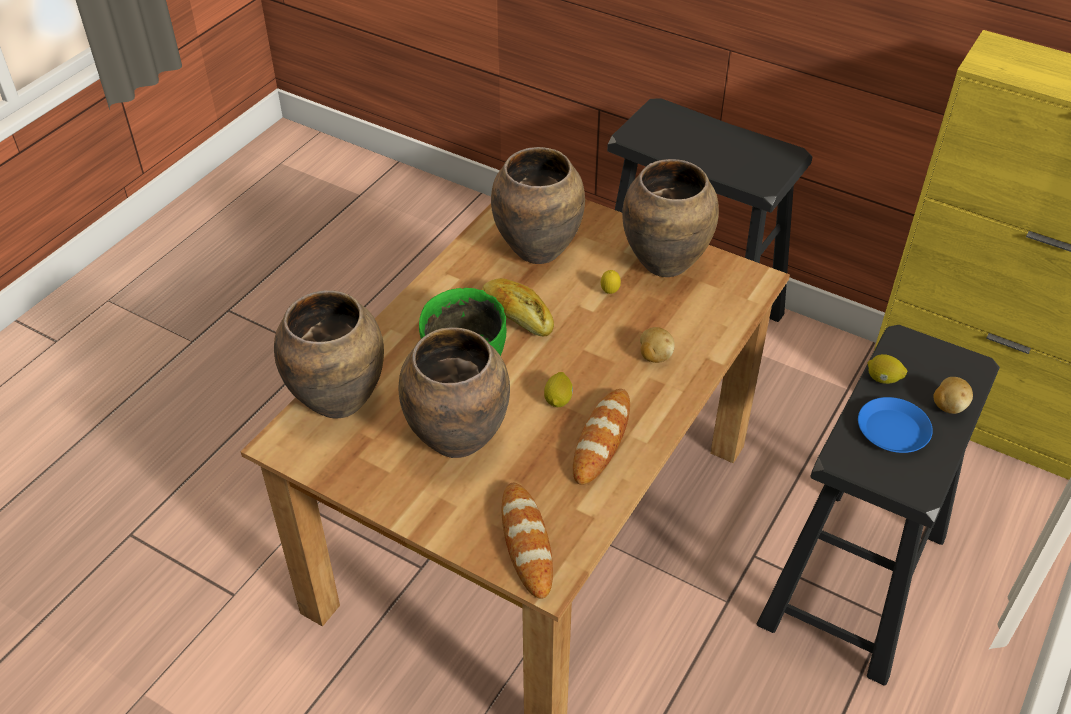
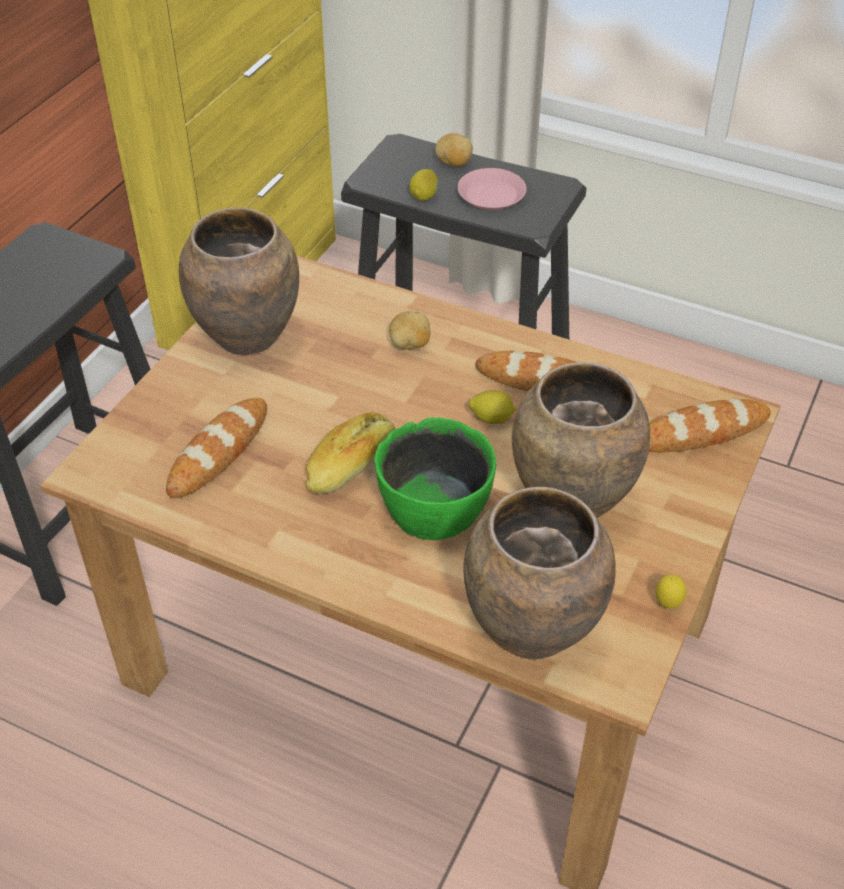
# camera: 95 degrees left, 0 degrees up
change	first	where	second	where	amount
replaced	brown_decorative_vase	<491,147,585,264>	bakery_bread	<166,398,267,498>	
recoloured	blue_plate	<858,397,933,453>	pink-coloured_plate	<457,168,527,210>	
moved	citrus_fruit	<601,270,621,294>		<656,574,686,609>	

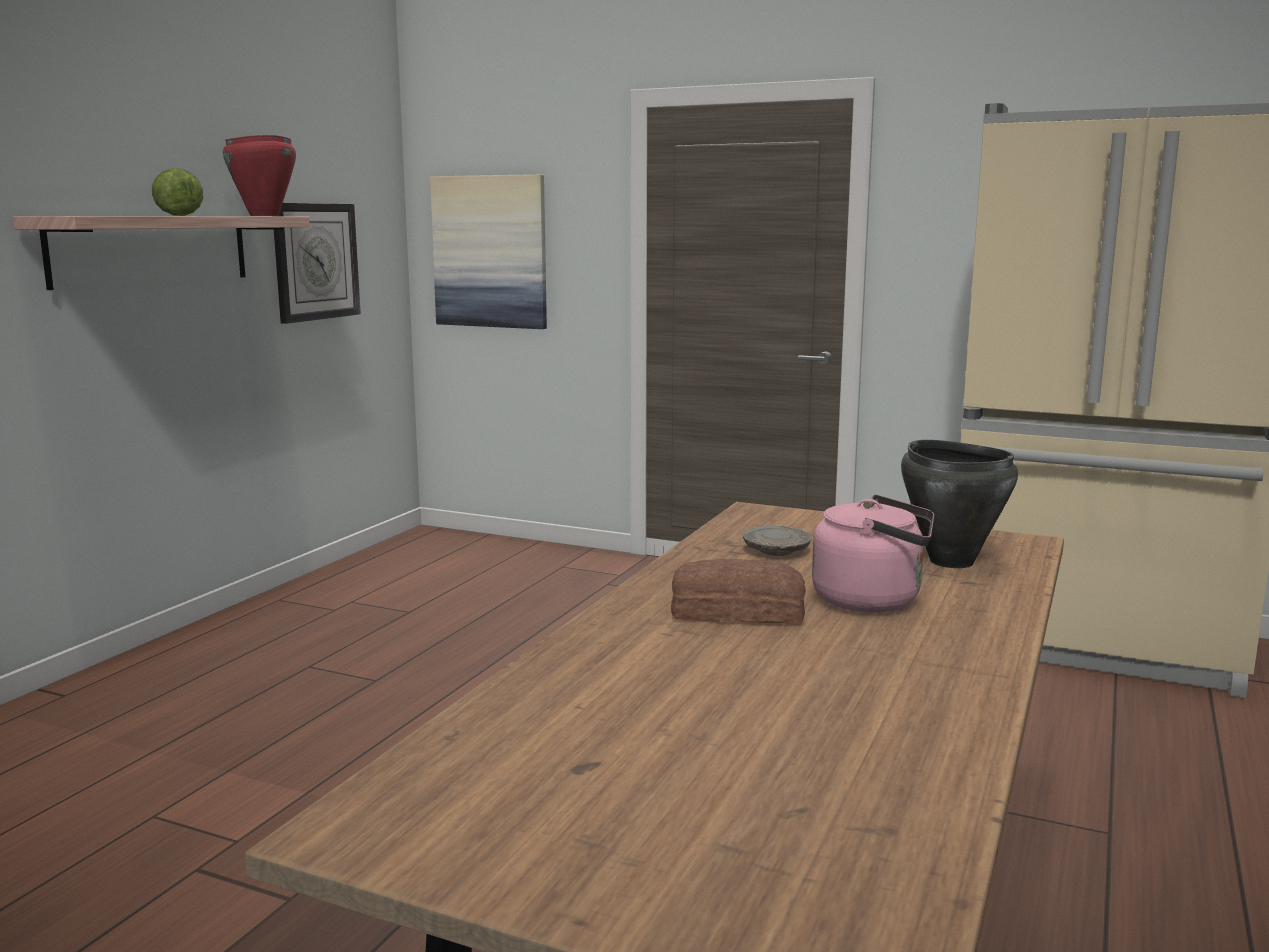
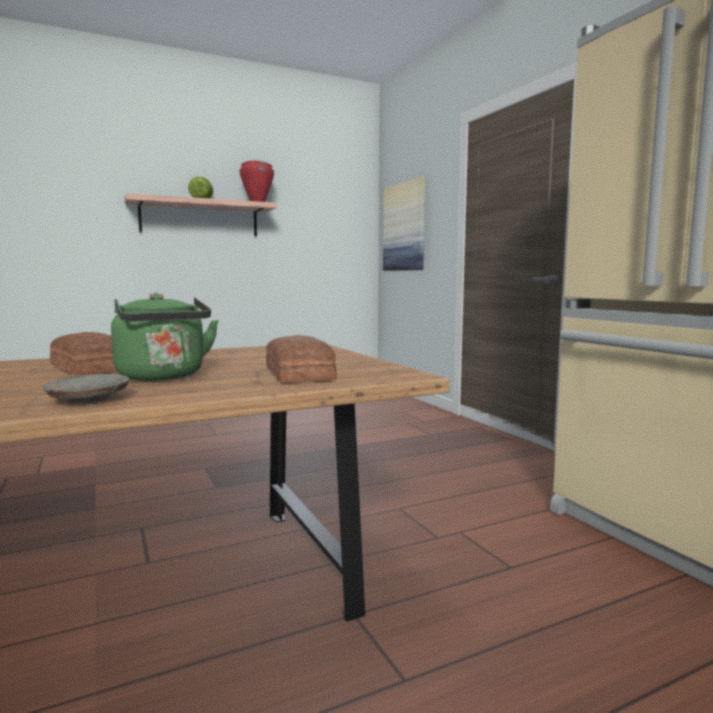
# camera: 40 degrees right, 5 degrees down
change	first	where	second	where	amount
moved	greyish_plate	<743,526,812,556>		<43,374,129,404>	
recoloured	pink-coloured_tea_kettle	<812,494,934,613>	green-coloured_tea_kettle	<111,293,219,381>	
replaced	black_stockpot	<901,440,1018,568>	bakery_bread	<266,335,337,383>	
removed	wall_clock	<273,203,361,324>			

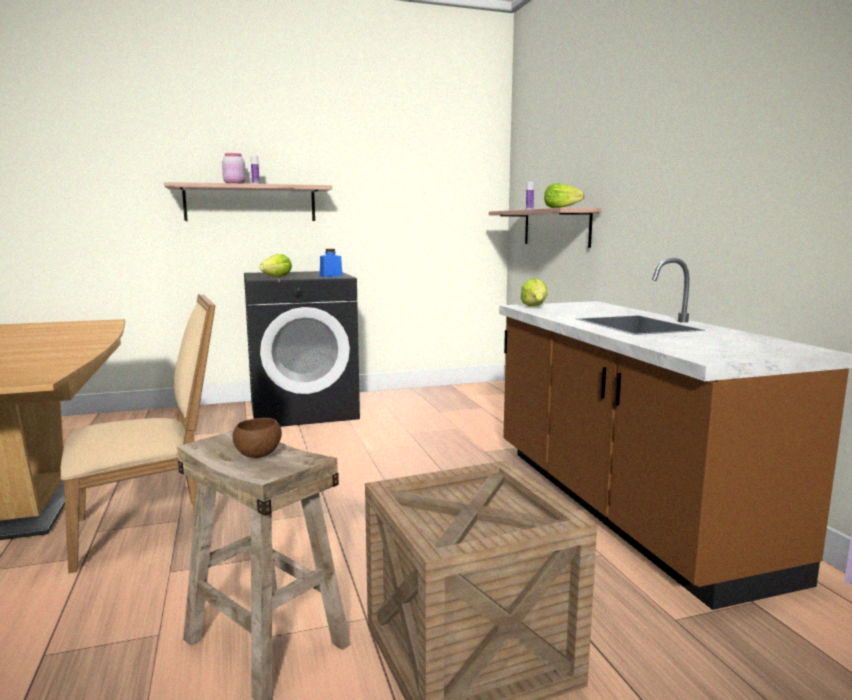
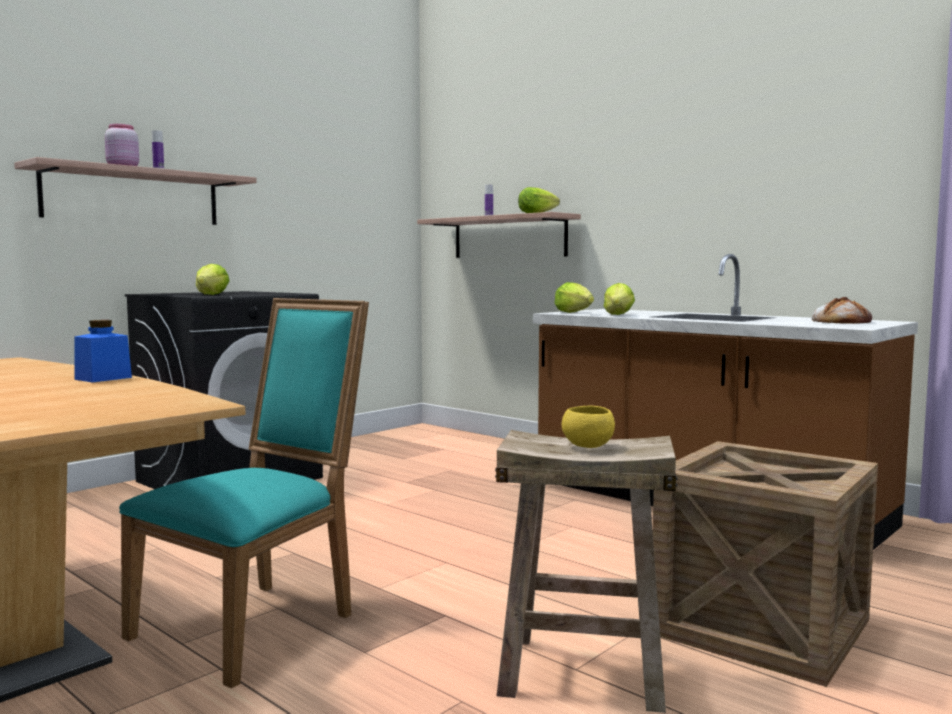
# camera: 30 degrees left, 5 degrees down
change	first	where	second	where	amount
moved	blue_storage_jar	<320,249,343,277>		<74,320,132,382>	
recoloured	beige_upright_chair	<60,294,216,574>	turquoise-coloured_upright_chair	<119,298,369,688>	
recoloured	brown_bowl	<233,418,282,458>	yellow-coloured_bowl	<562,406,615,448>	
added			lettuce_head	<604,283,635,315>	
added			bakery_bread	<812,297,872,324>	

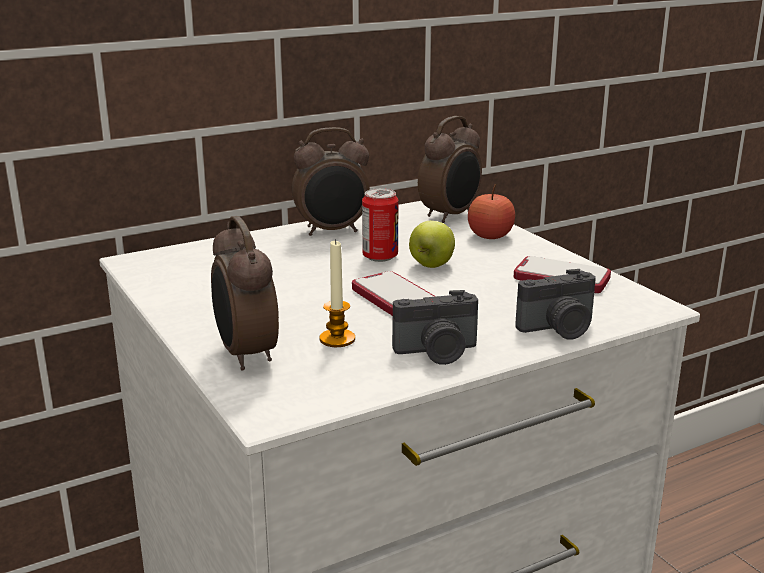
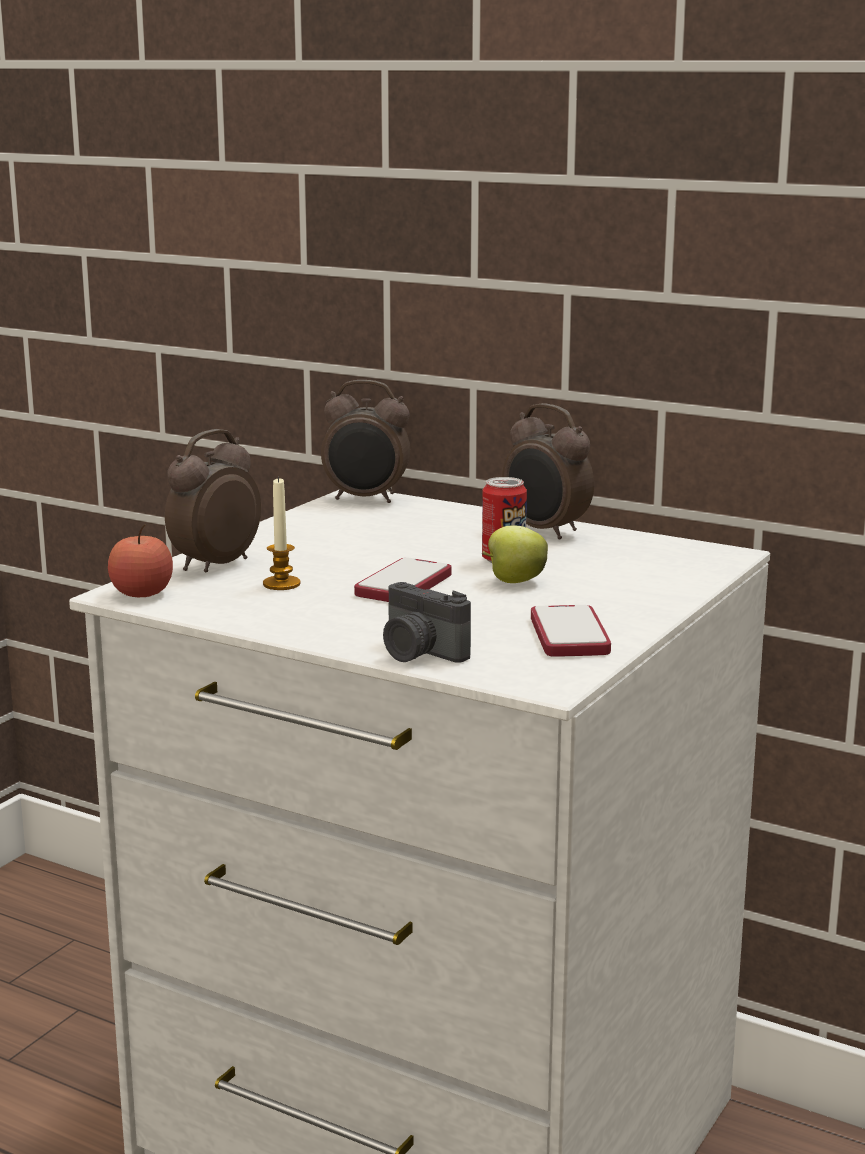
# camera: 60 degrees right, 5 degrees down
change	first	where	second	where	amount
moved	whole_apple	<468,184,515,239>		<108,524,173,597>	
moved	bedside_clock	<418,116,482,223>		<321,380,410,503>	
removed	still_camera	<392,290,478,365>			

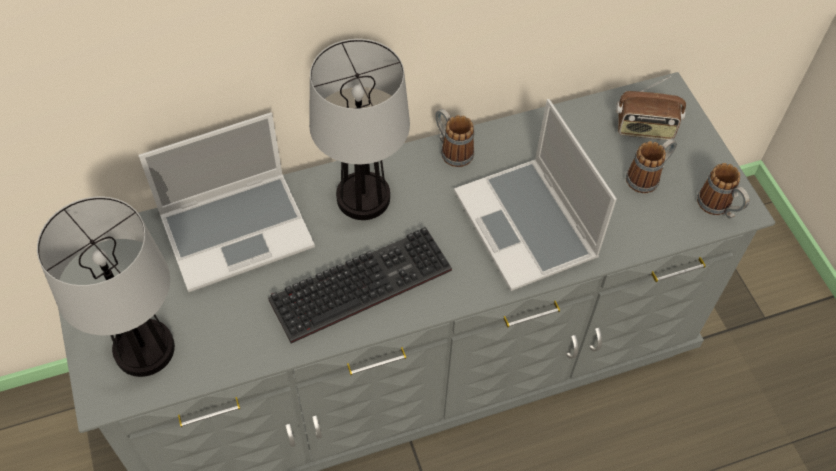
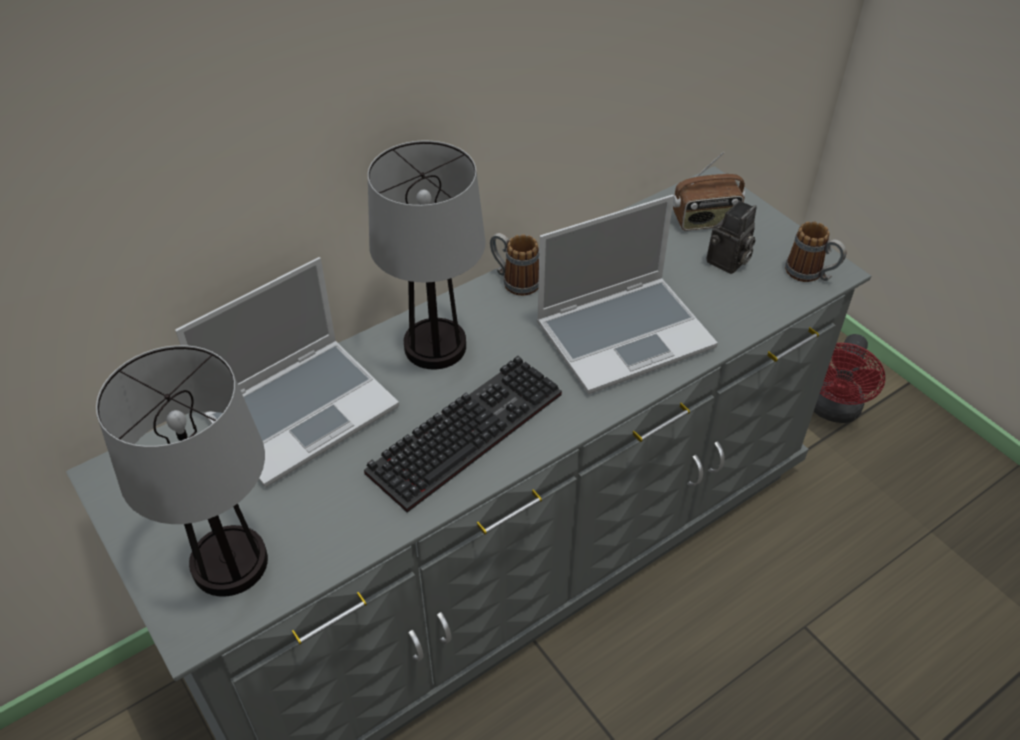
# camera: 15 degrees left, 10 degrees down
change	first	where	second	where	amount
turned	portable_computer	<454,99,617,291>		<537,195,718,394>	75 degrees counterclockwise
replaced	tea_mug	<626,139,677,193>	still_camera	<706,201,757,274>	
added			red-coloured_cooling_fan	<814,334,885,423>	

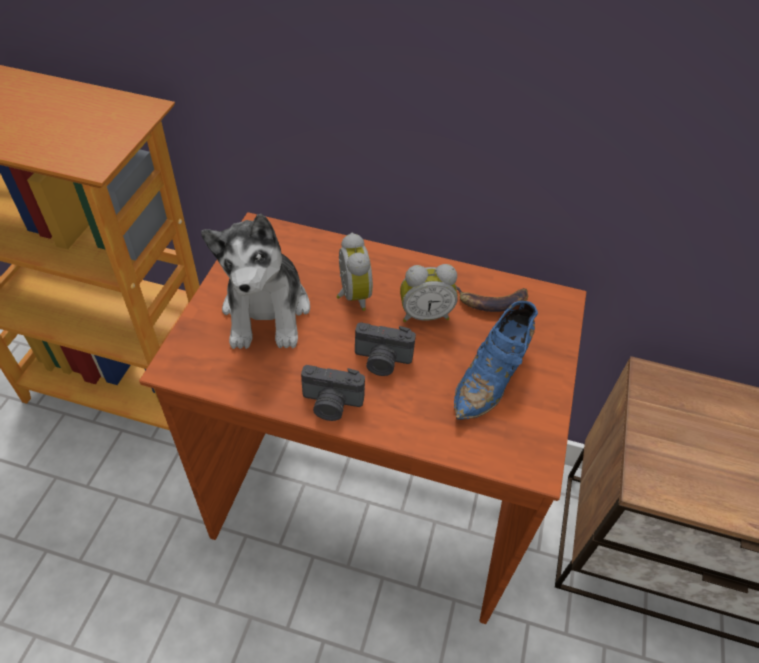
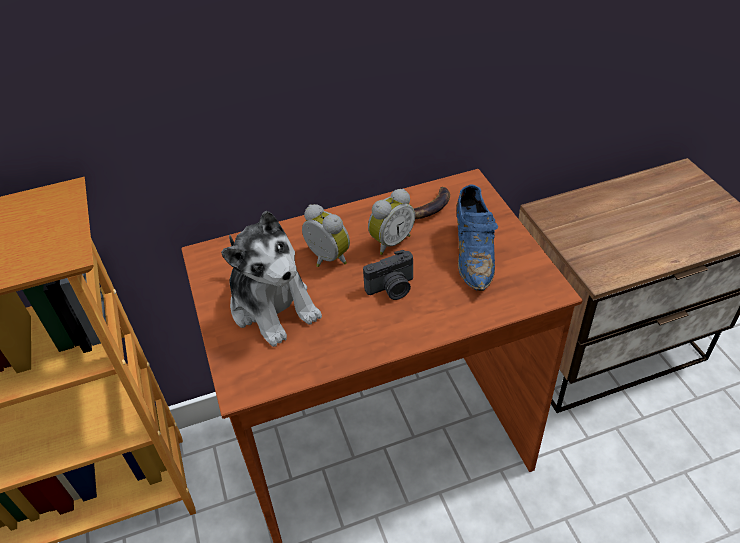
# camera: 30 degrees left, 5 degrees down
change	first	where	second	where	amount
removed	still_camera	<301,365,365,421>			

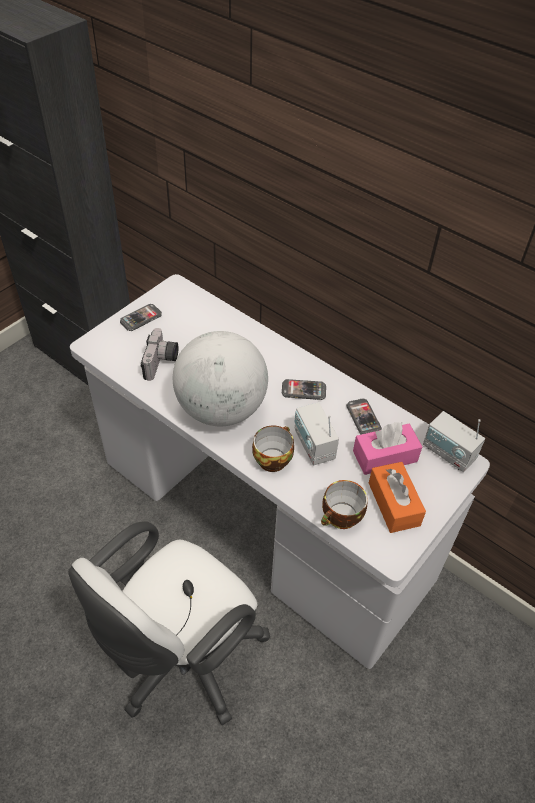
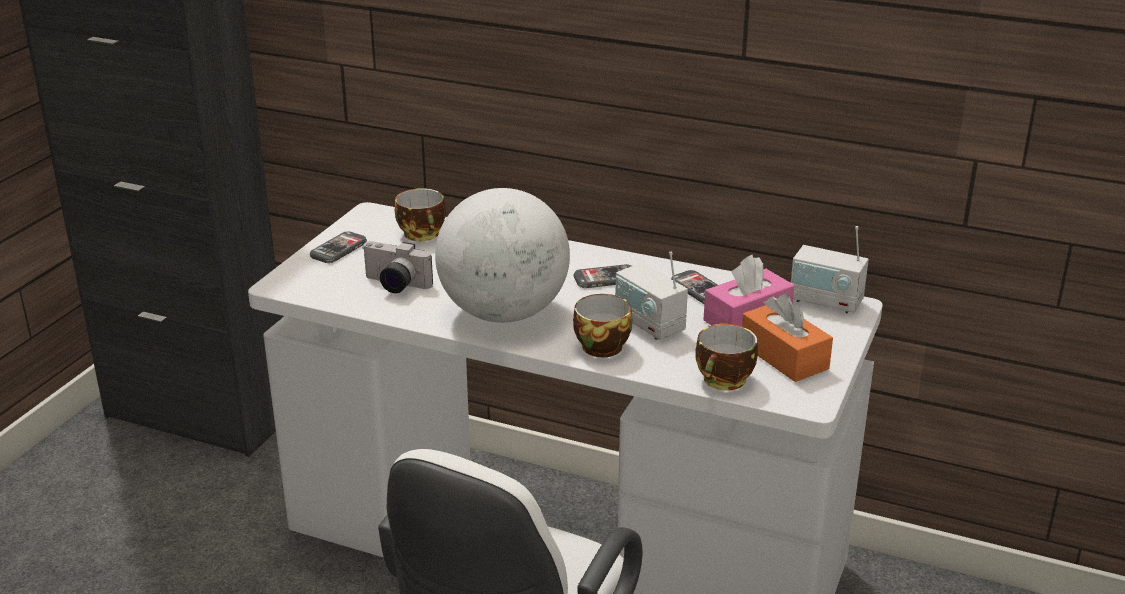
# camera: 15 degrees left, 20 degrees down
change	first	where	second	where	amount
turned	still_camera	<141,328,178,381>		<362,241,433,293>	120 degrees clockwise
added			small_cup	<395,188,446,241>	

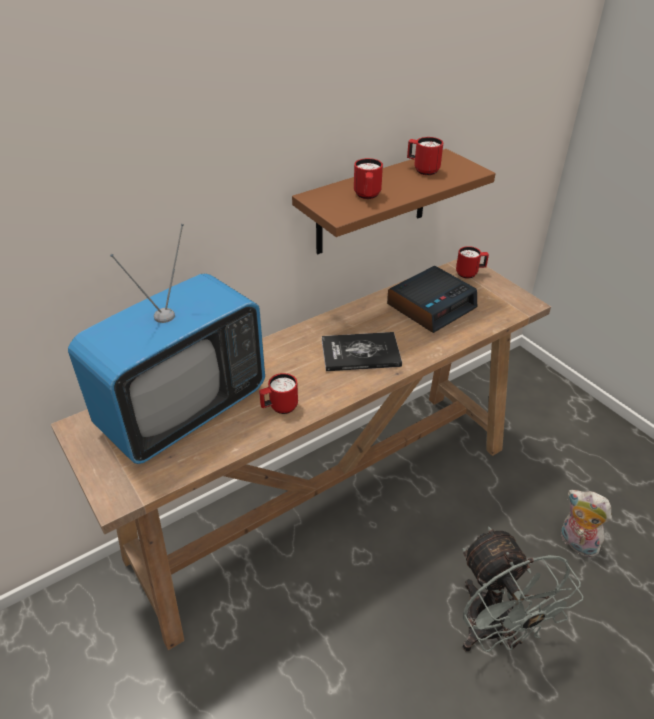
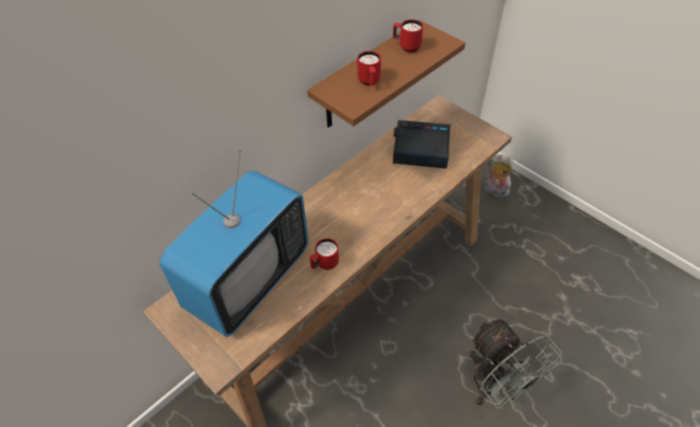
# camera: 10 degrees left, 10 degrees up
change	first	where	second	where	amount
turned	bedside_clock	<387,266,477,333>		<393,120,450,169>	120 degrees counterclockwise
moved	cuddly_toy	<561,490,612,557>		<485,154,514,197>	
removed	book	<322,332,402,371>			
removed	red-coloured_tea_mug	<456,246,489,279>			

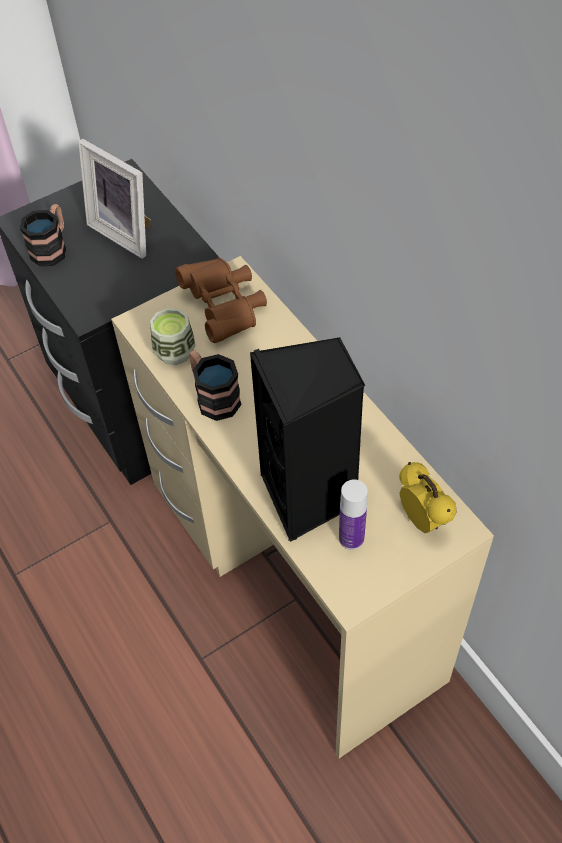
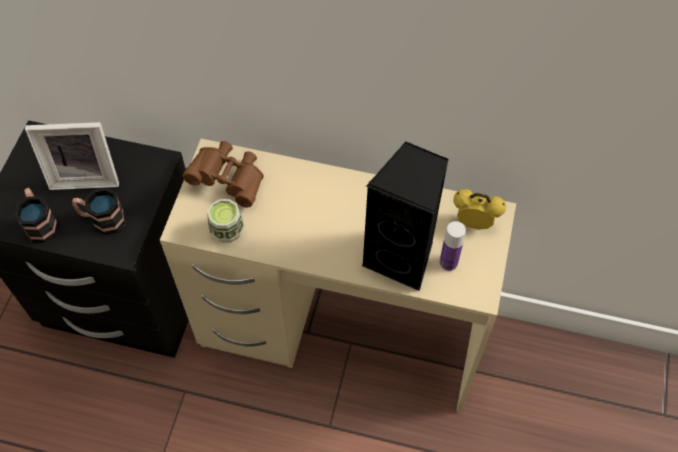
# camera: 45 degrees left, 5 degrees up
change	first	where	second	where	amount
moved	tea_mug	<189,350,242,421>		<72,187,126,235>	

